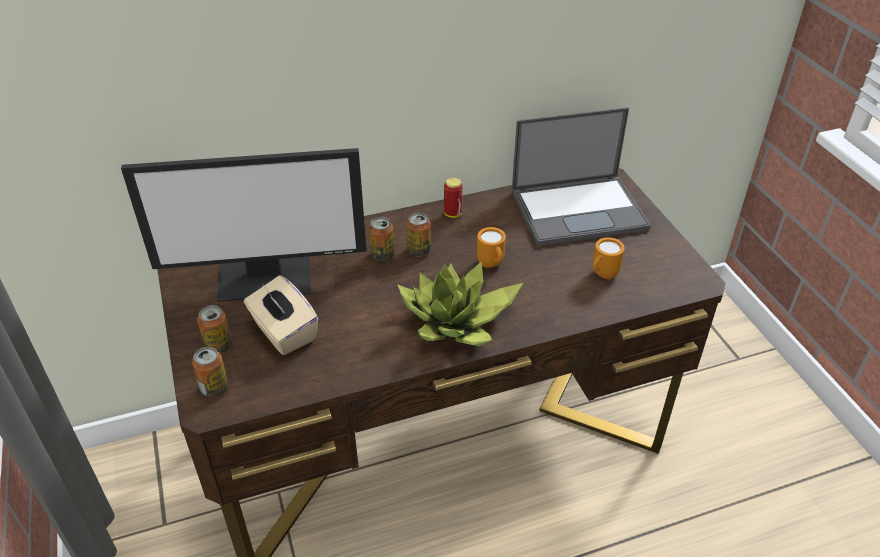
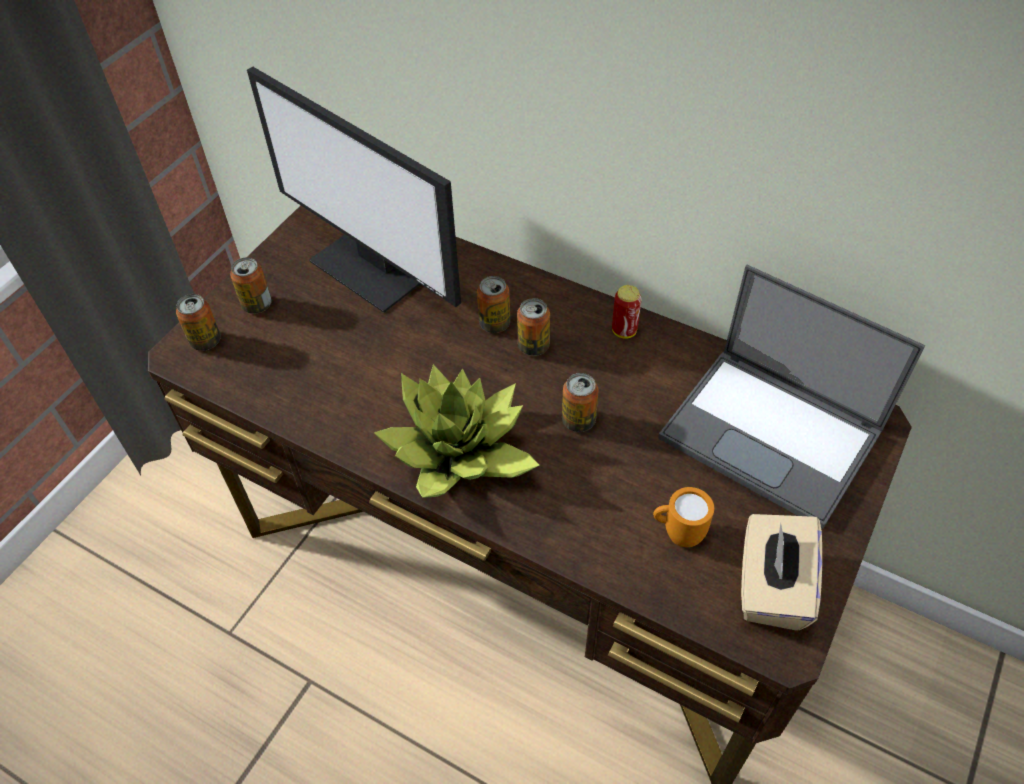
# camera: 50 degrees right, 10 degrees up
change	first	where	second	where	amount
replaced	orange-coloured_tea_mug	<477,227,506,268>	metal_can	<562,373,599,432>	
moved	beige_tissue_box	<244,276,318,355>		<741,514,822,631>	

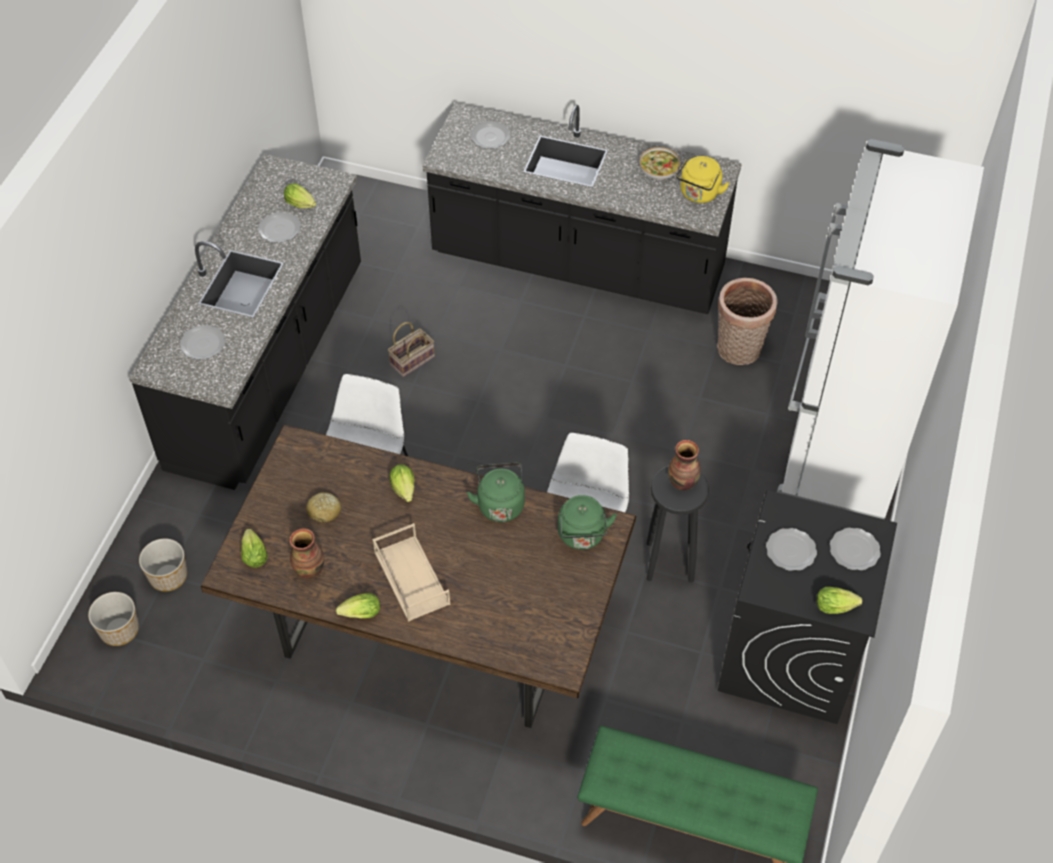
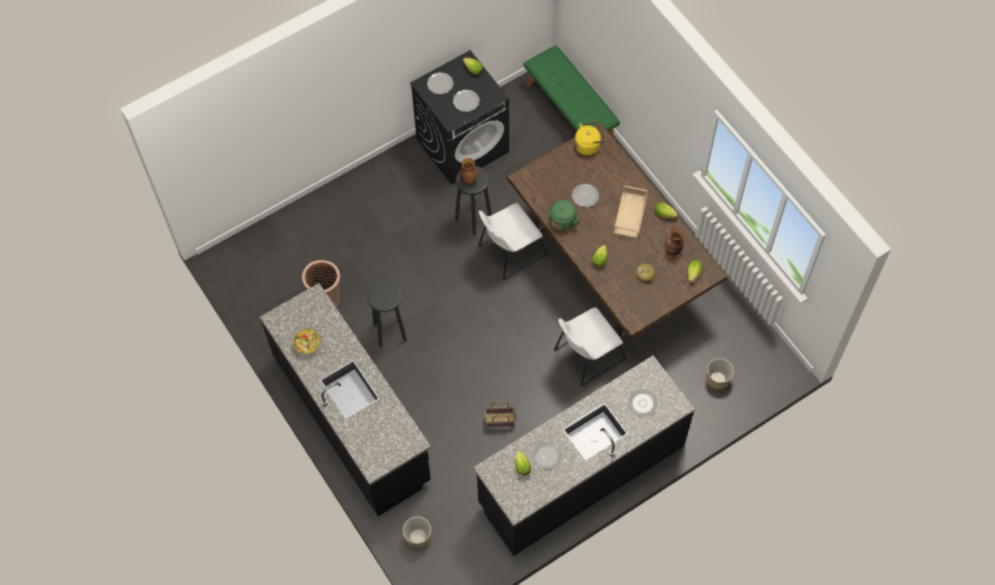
# camera: 140 degrees left, 10 degrees up
change	first	where	second	where	amount
added			black_sitting_stool	<367,281,407,348>	
moved	plant_pot	<88,592,139,646>		<403,516,431,549>	
moved	plate	<470,121,510,149>		<572,184,599,207>	
moved	yellow-coloured_tea_kettle	<676,156,730,203>		<574,121,606,155>	
removed	green-coloured_tea_kettle	<558,495,617,550>			
removed	white_refrigerator	<777,139,984,519>			

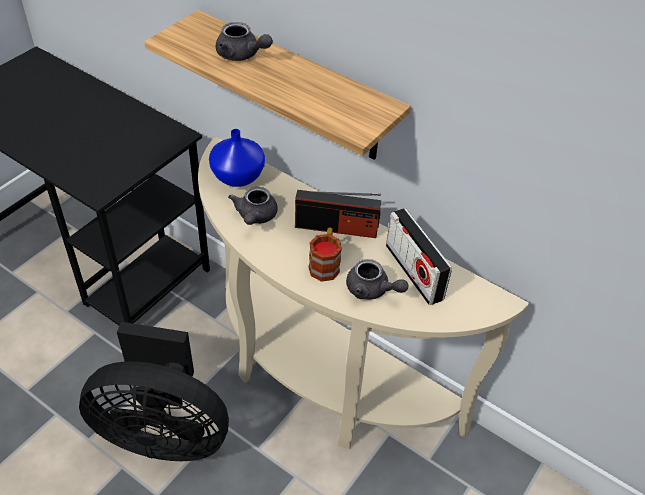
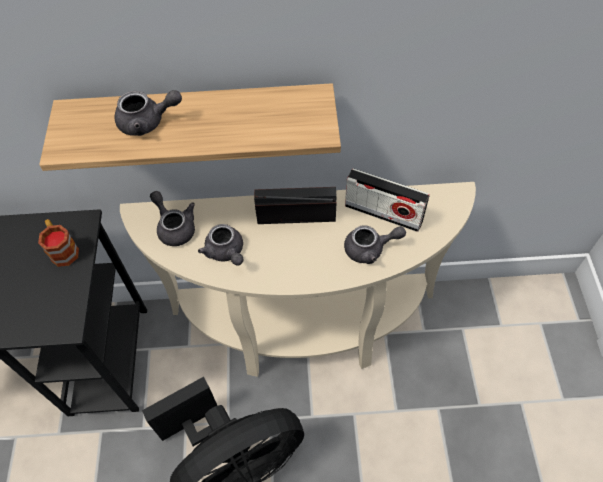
# camera: 35 degrees left, 10 degrees up
change	first	where	second	where	amount
moved	tea_mug	<309,228,342,282>		<38,219,79,267>	
replaced	blue_decorative_vase	<209,129,265,187>	greyish_tea_pot	<150,191,195,246>	
turned	radio	<295,190,381,238>		<254,187,337,224>	150 degrees counterclockwise

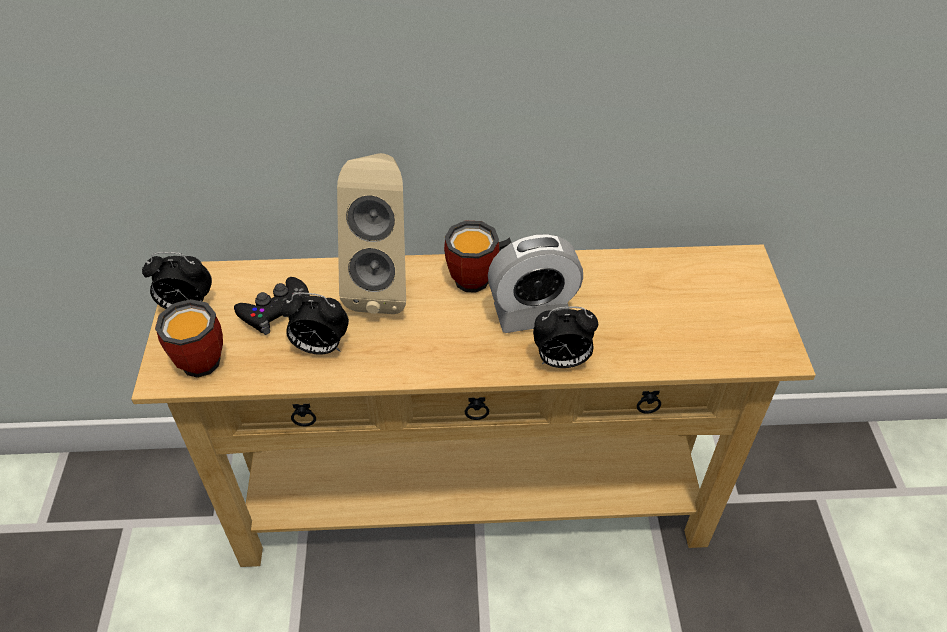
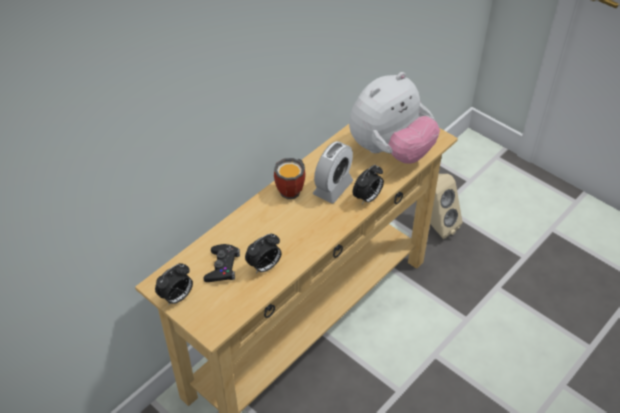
# camera: 45 degrees left, 0 degrees up
change	first	where	second	where	amount
added			cuddly_toy	<349,72,440,164>	
moved	beige_loudspeaker	<337,153,406,314>		<430,174,462,239>	
removed	tea_mug	<155,299,223,378>			

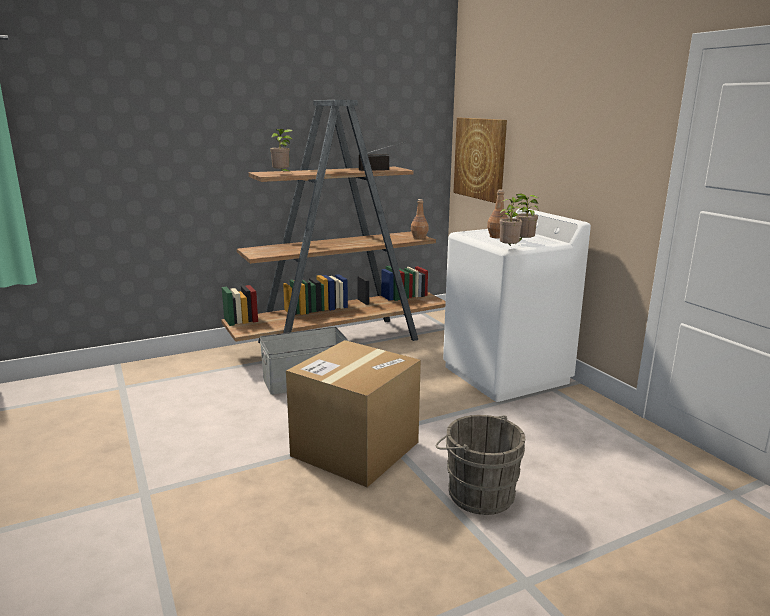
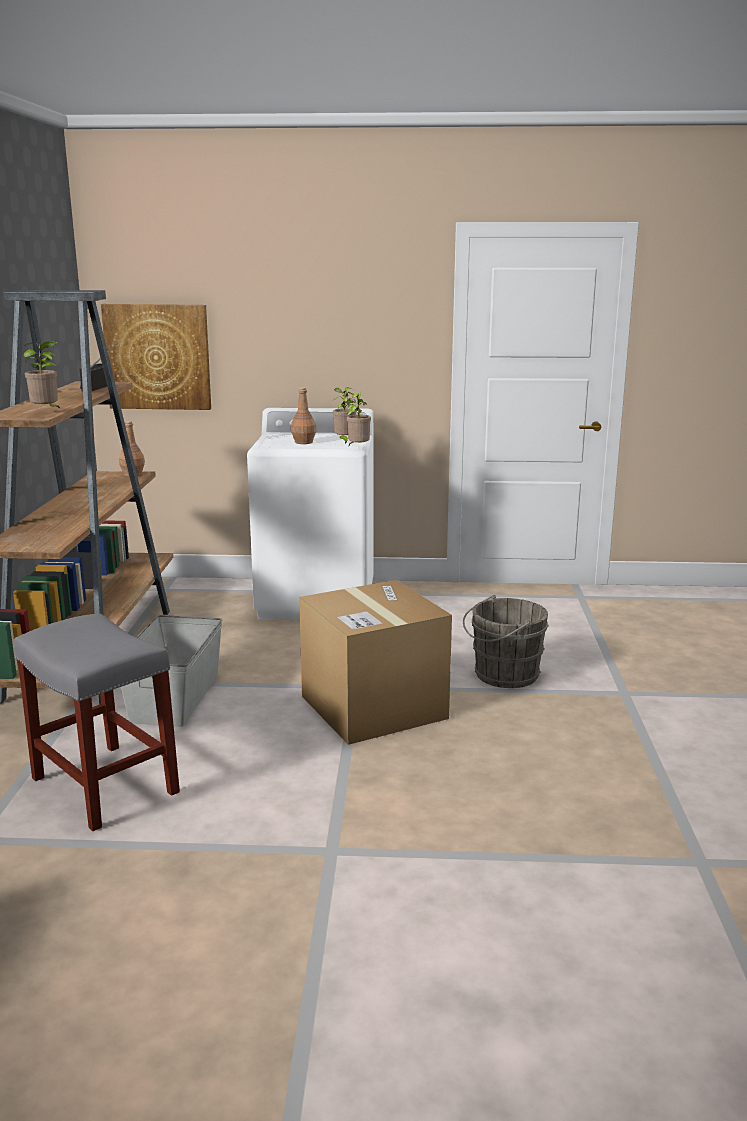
# camera: 60 degrees left, 0 degrees up
change	first	where	second	where	amount
added			greyish_sitting_stool	<14,613,180,831>	

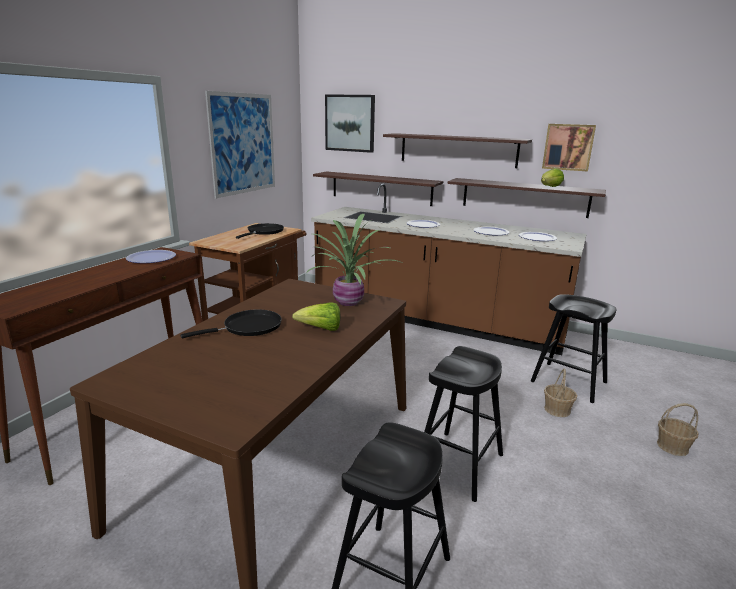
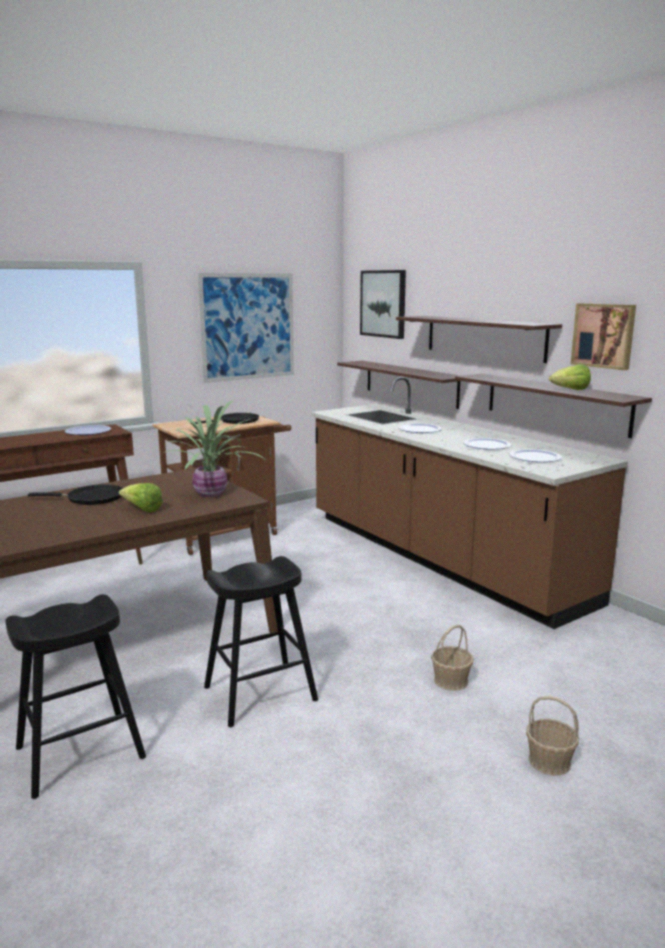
# camera: 30 degrees right, 5 degrees down
change	first	where	second	where	amount
removed	black_sitting_stool	<531,294,616,403>			

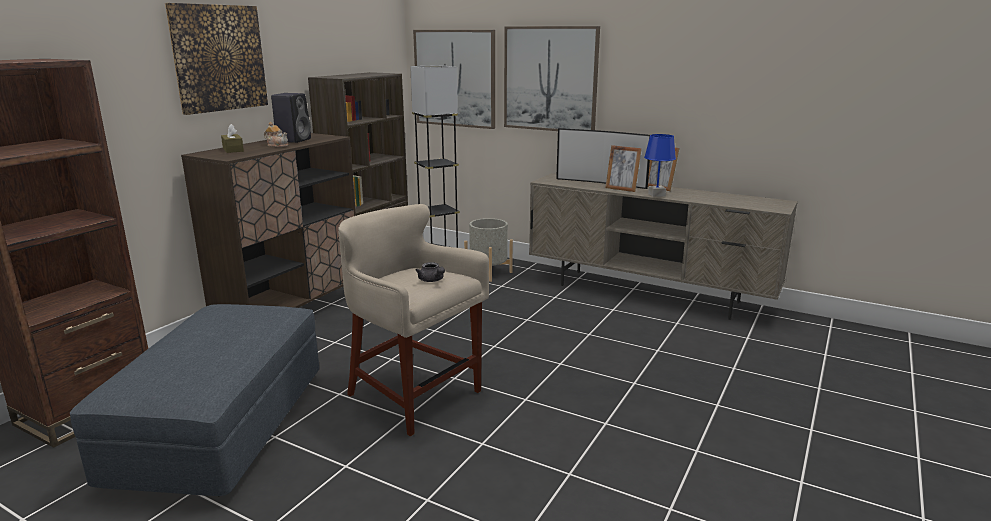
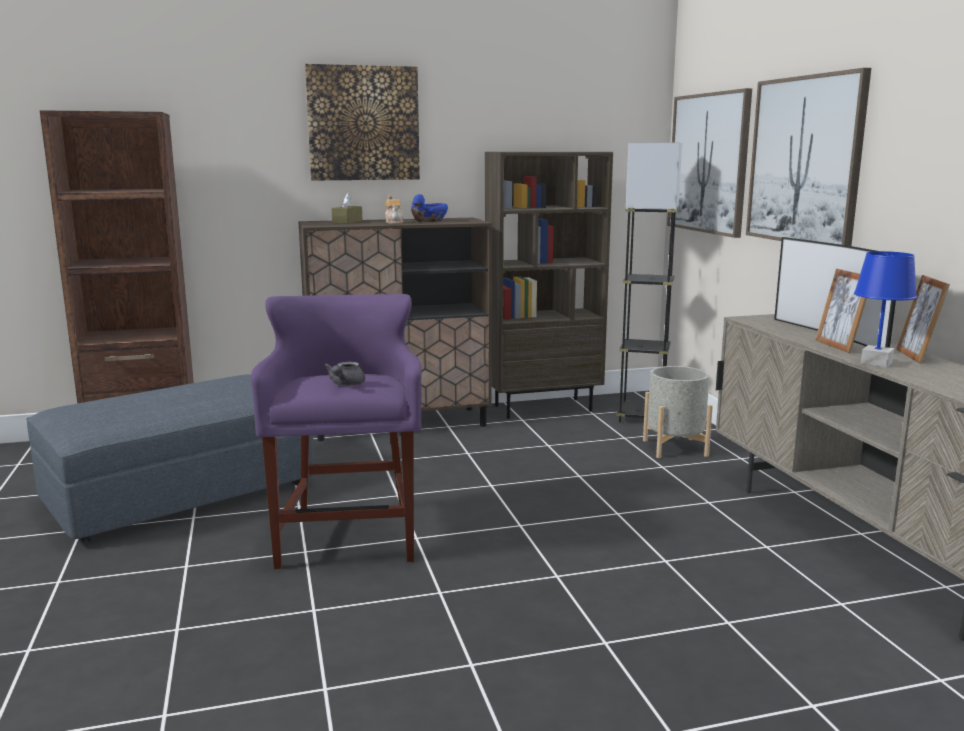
# camera: 45 degrees right, 5 degrees down
change	first	where	second	where	amount
recoloured	beige_sitting_stool	<338,204,489,436>	purple-coloured_sitting_stool	<251,294,422,570>	
replaced	black_loudspeaker	<271,93,311,143>	blue_bowl	<411,194,448,222>	

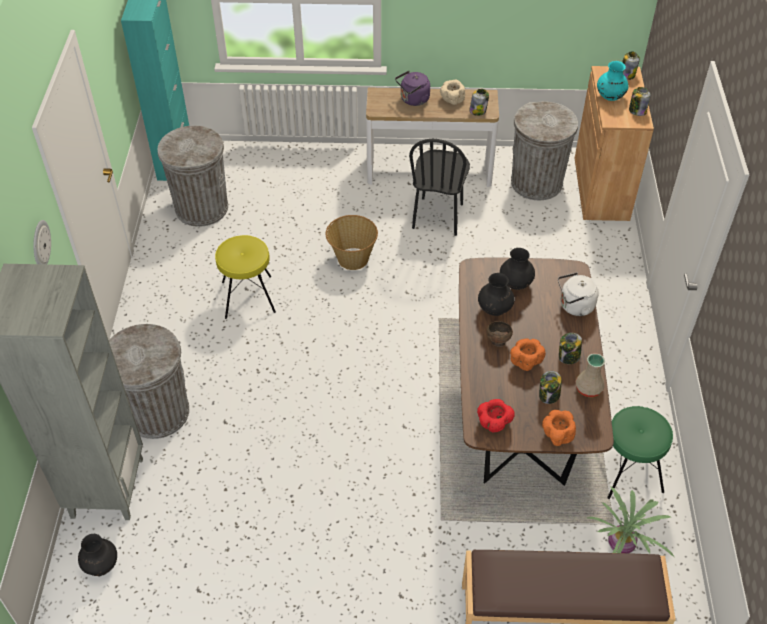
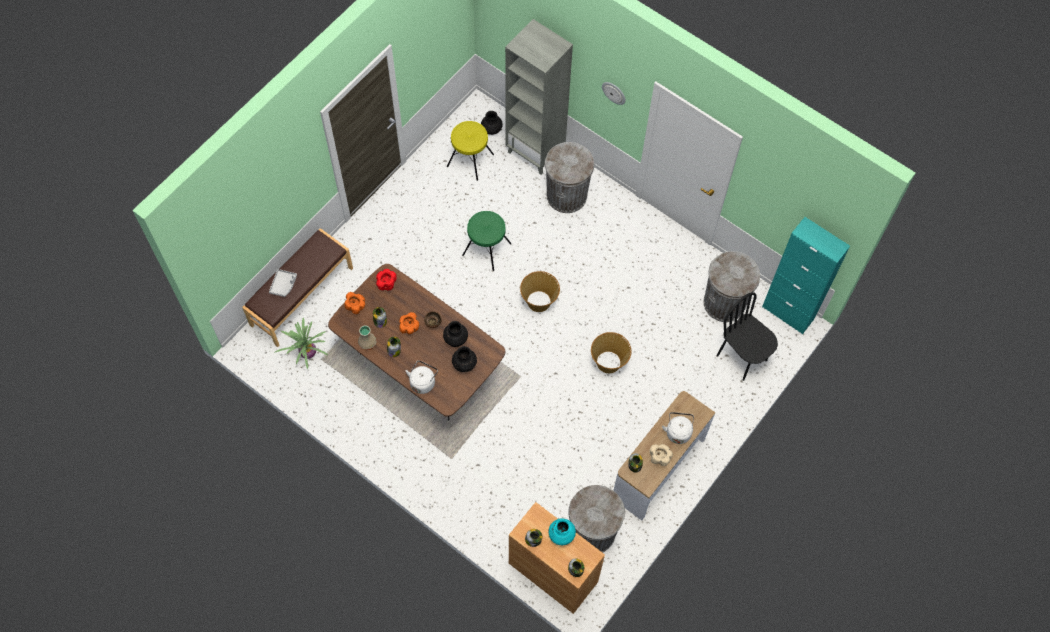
# camera: 125 degrees right, 15 degrees up
change	first	where	second	where	amount
added			greyish_tray	<269,269,297,297>	
moved	yellow-coloured_sitting_stool	<215,235,276,319>		<447,121,494,181>	
moved	green-coloured_sitting_stool	<607,406,673,499>		<462,211,512,271>	
added			storage_basket	<520,271,560,312>	
recoloured	purple-coloured_tea_kettle	<395,71,430,106>	white_tea_kettle	<662,412,694,444>	
moved	black_upright_chair	<409,139,470,236>		<717,292,778,381>	

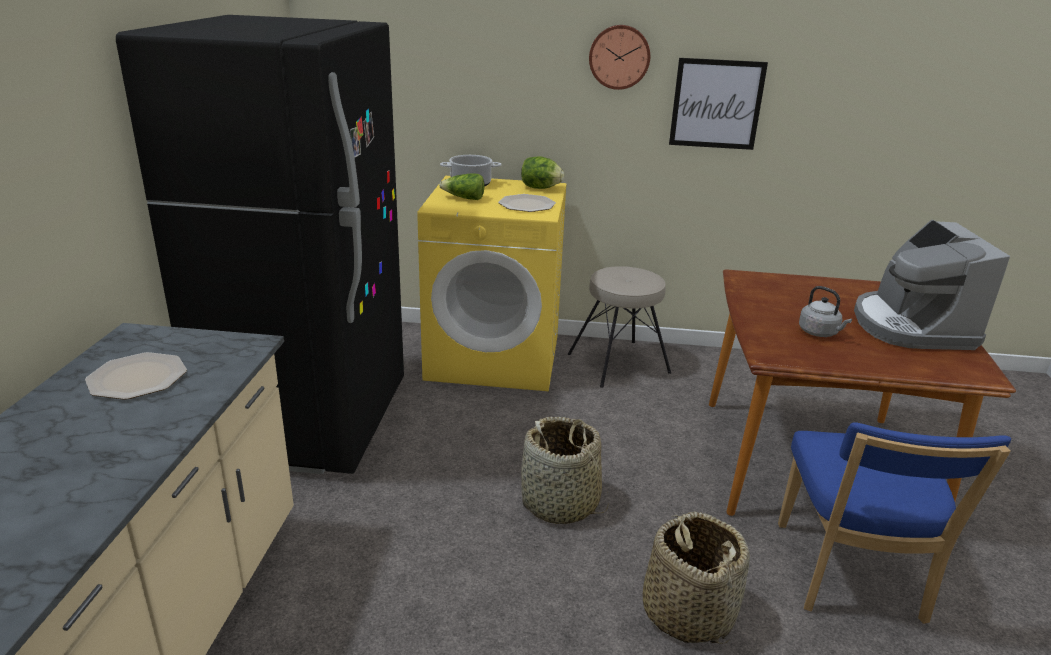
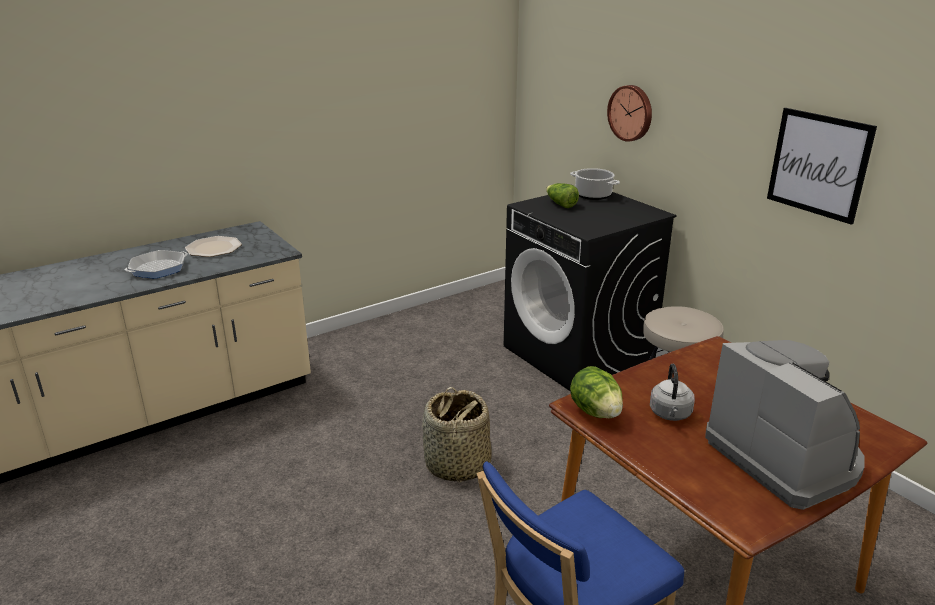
# camera: 50 degrees right, 0 degrees up
change	first	where	second	where	amount
added			pan	<125,250,188,279>	
recoloured	yellow-coloured_laundry_appliance	<417,176,567,391>	black_laundry_appliance	<504,192,677,392>	
moved	lettuce_head	<521,156,564,189>		<570,366,623,418>	
moved	wall_clock	<589,25,650,90>		<607,85,652,142>	
turned	coffee_brewer	<854,220,1010,350>		<705,340,864,510>	105 degrees clockwise
removed	black_refrigerator	<116,15,404,474>			
removed	plate	<498,194,556,212>			
removed	storage_basket	<643,511,750,644>			

